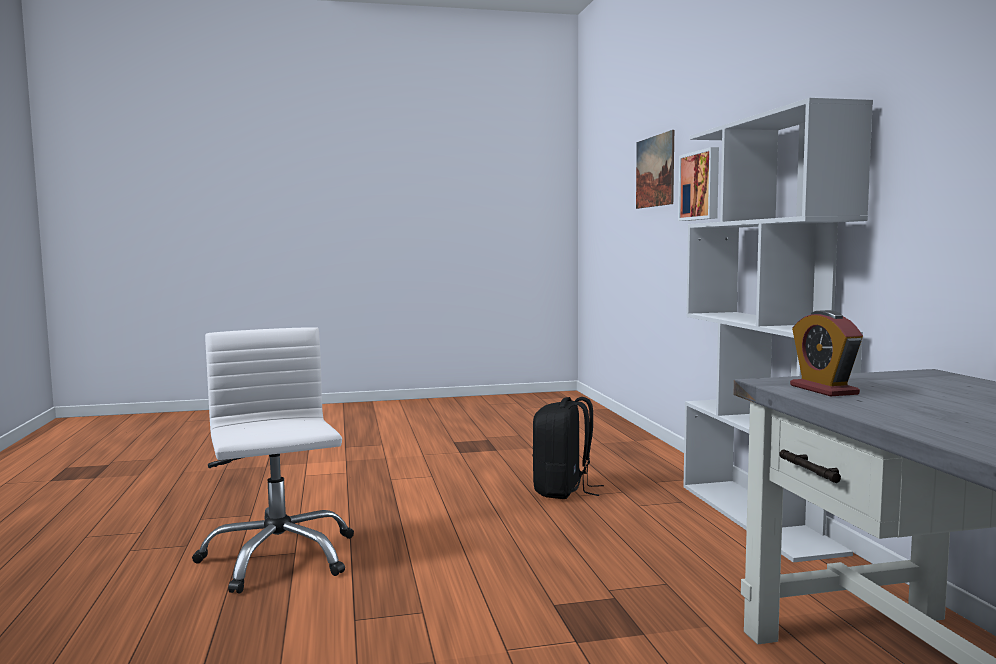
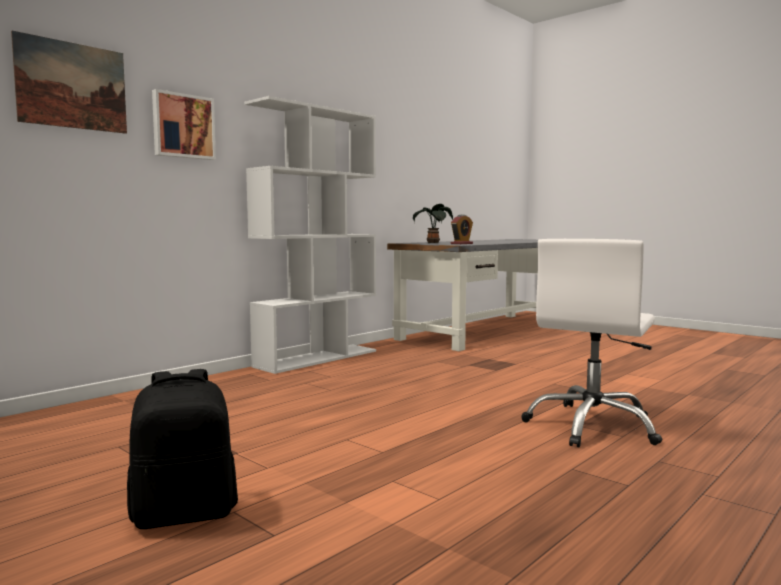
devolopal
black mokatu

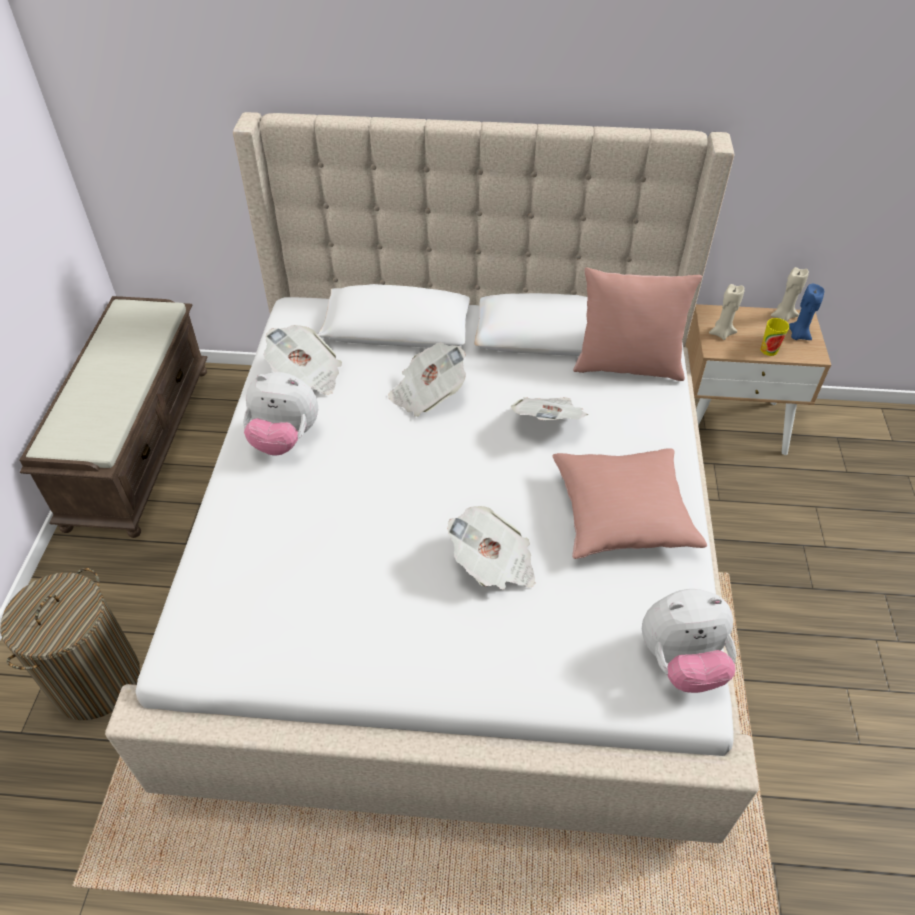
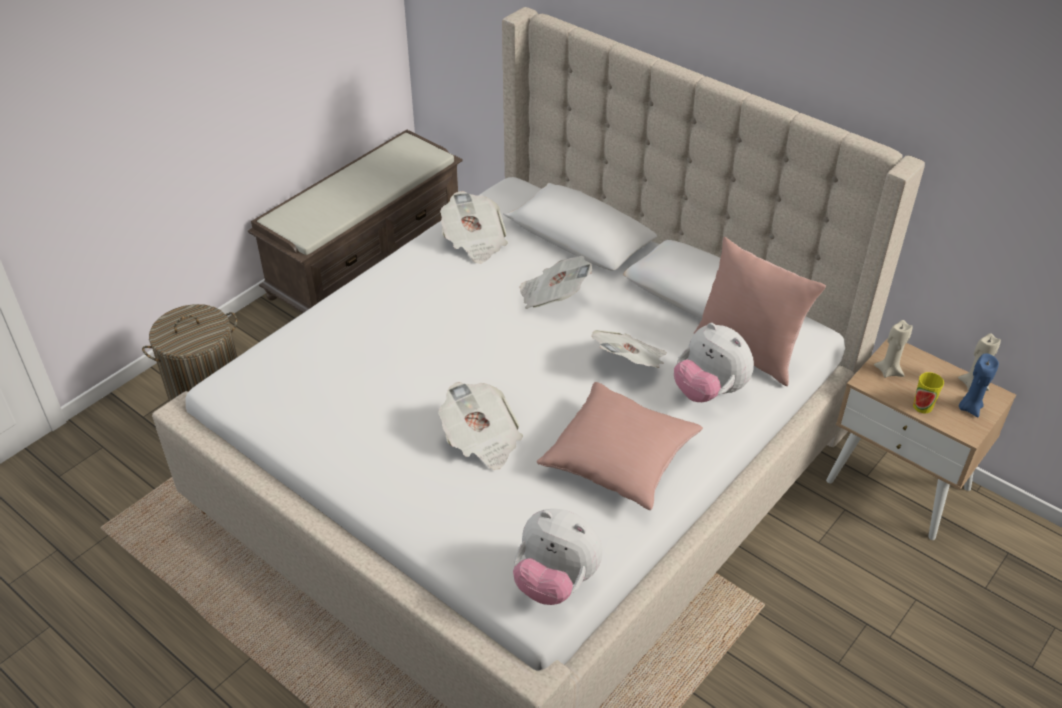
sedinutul (no. 2 from left)

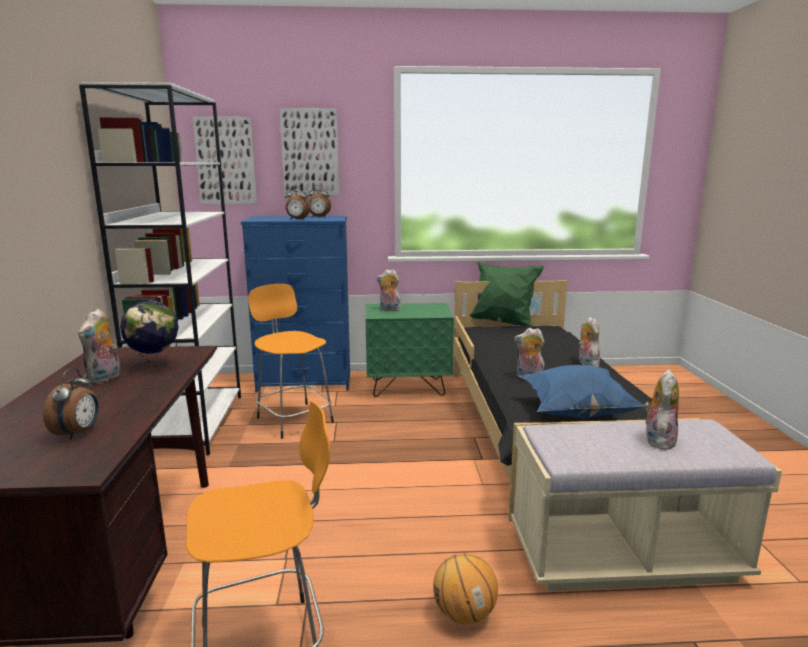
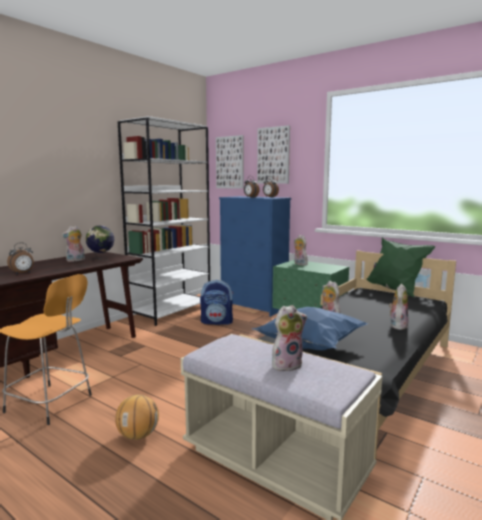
mokatu

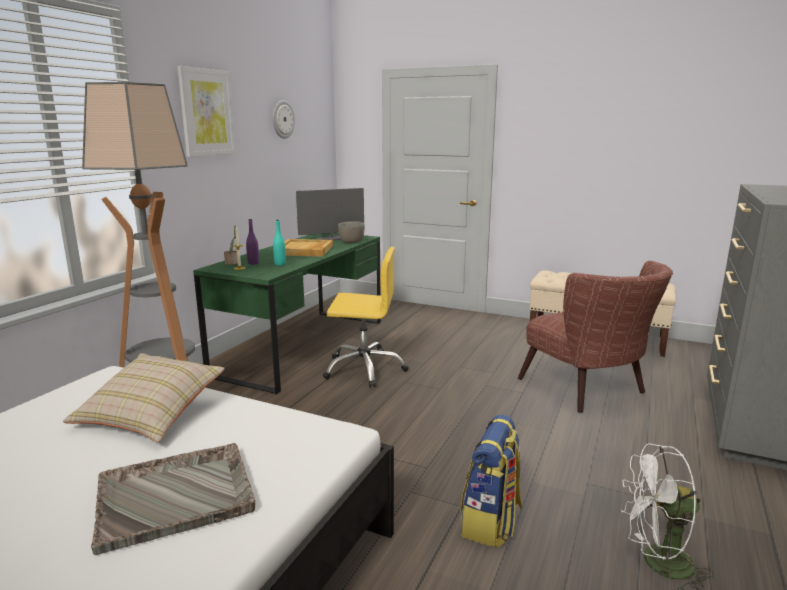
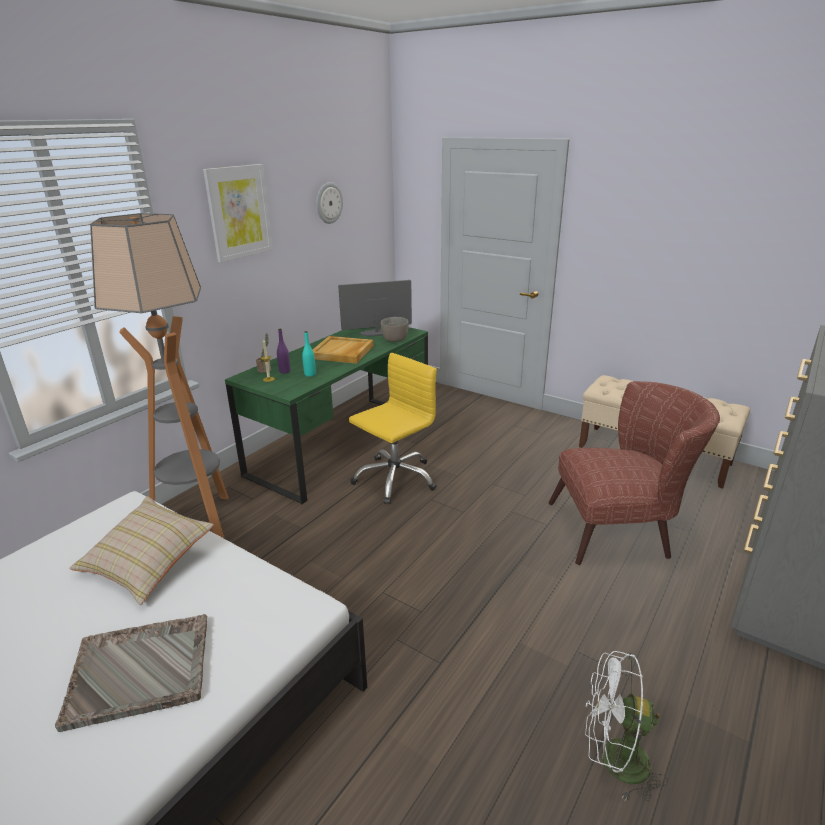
mokatu
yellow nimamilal
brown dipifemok

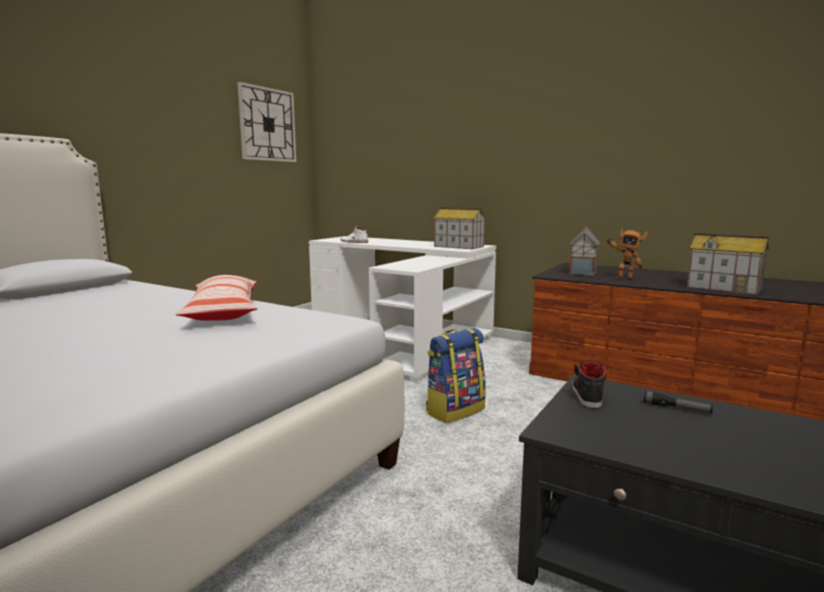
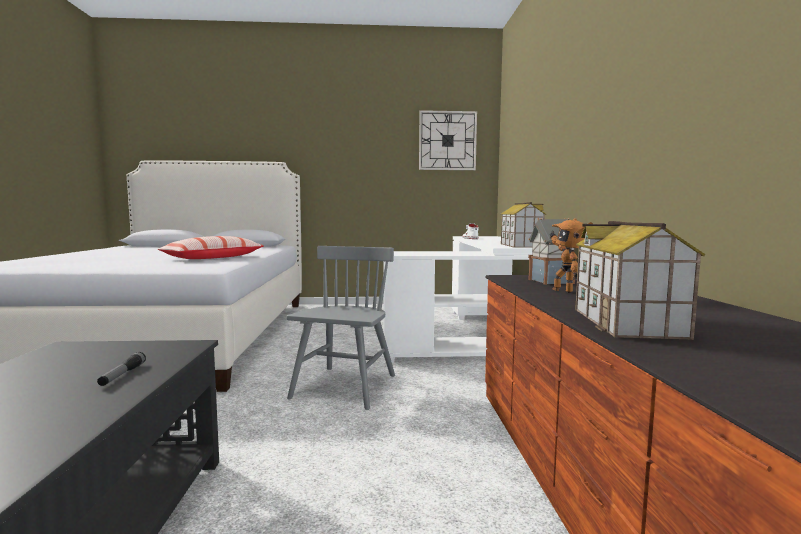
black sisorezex
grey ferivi

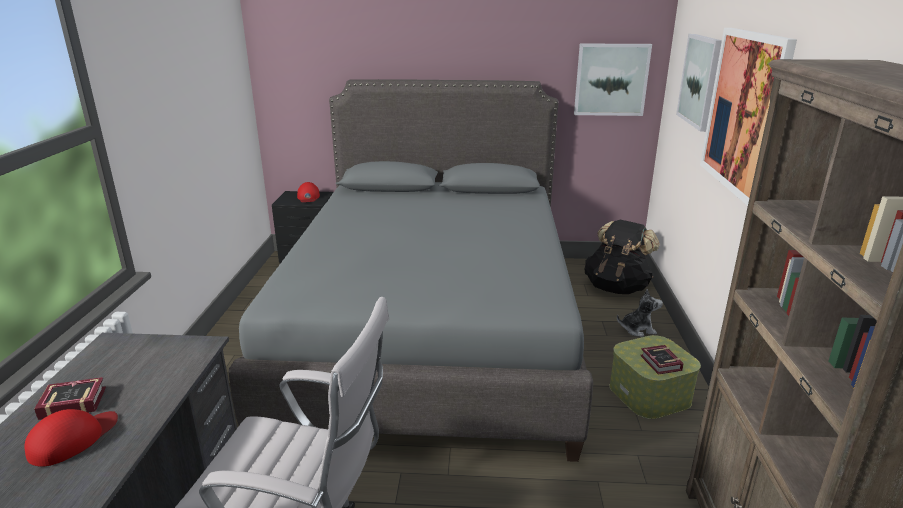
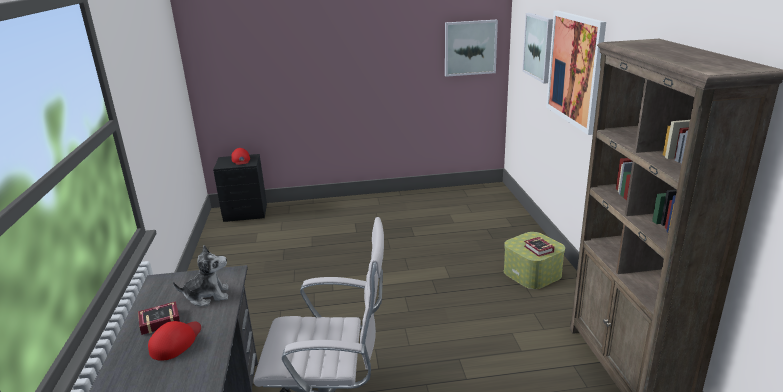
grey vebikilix
black mokatu
sedinutul

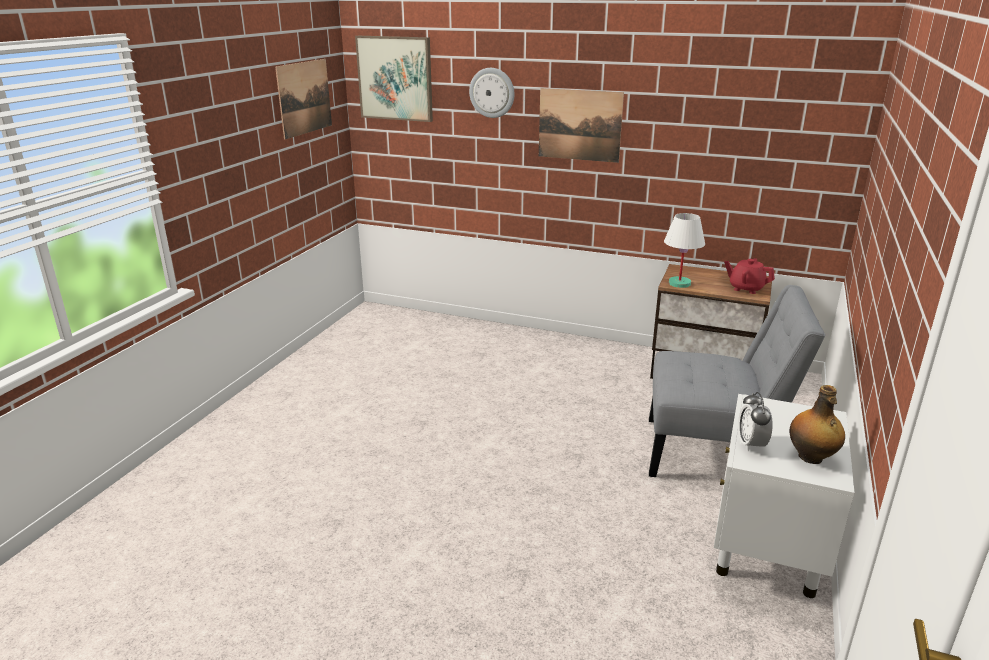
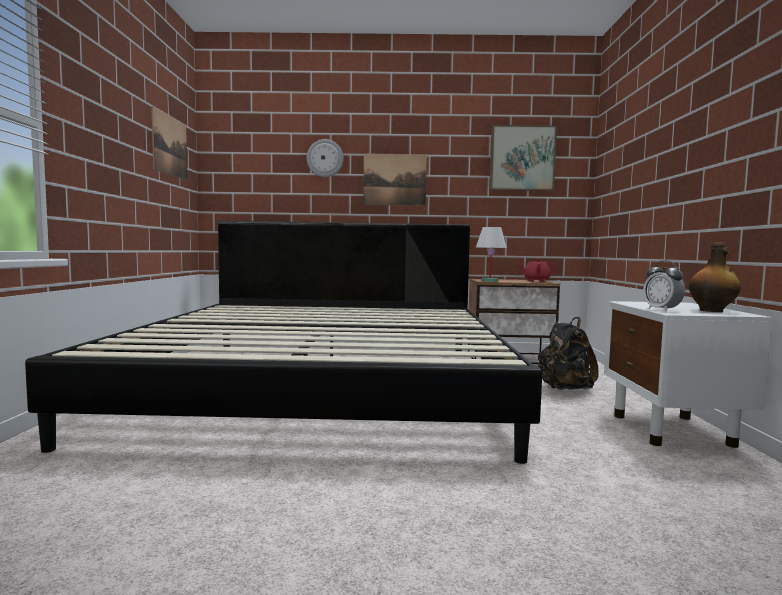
vebikilix
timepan (no. 3 from left)
black mokatu

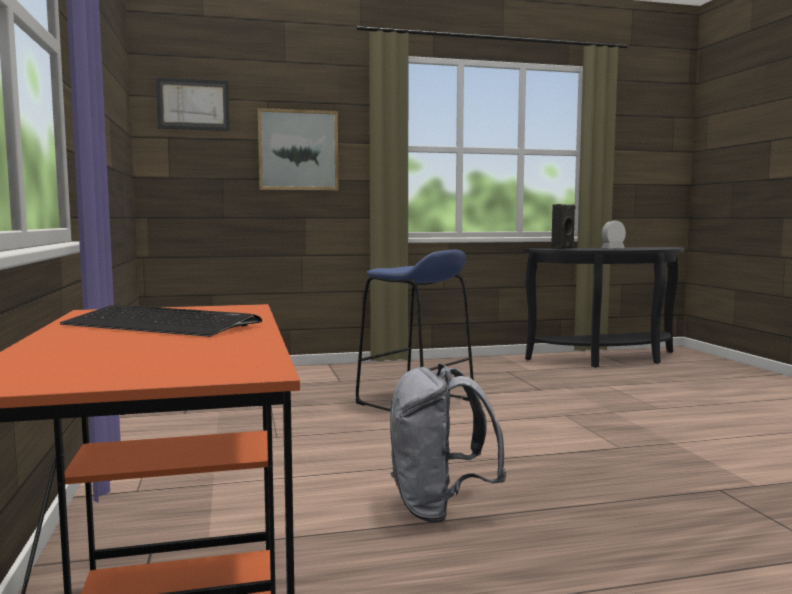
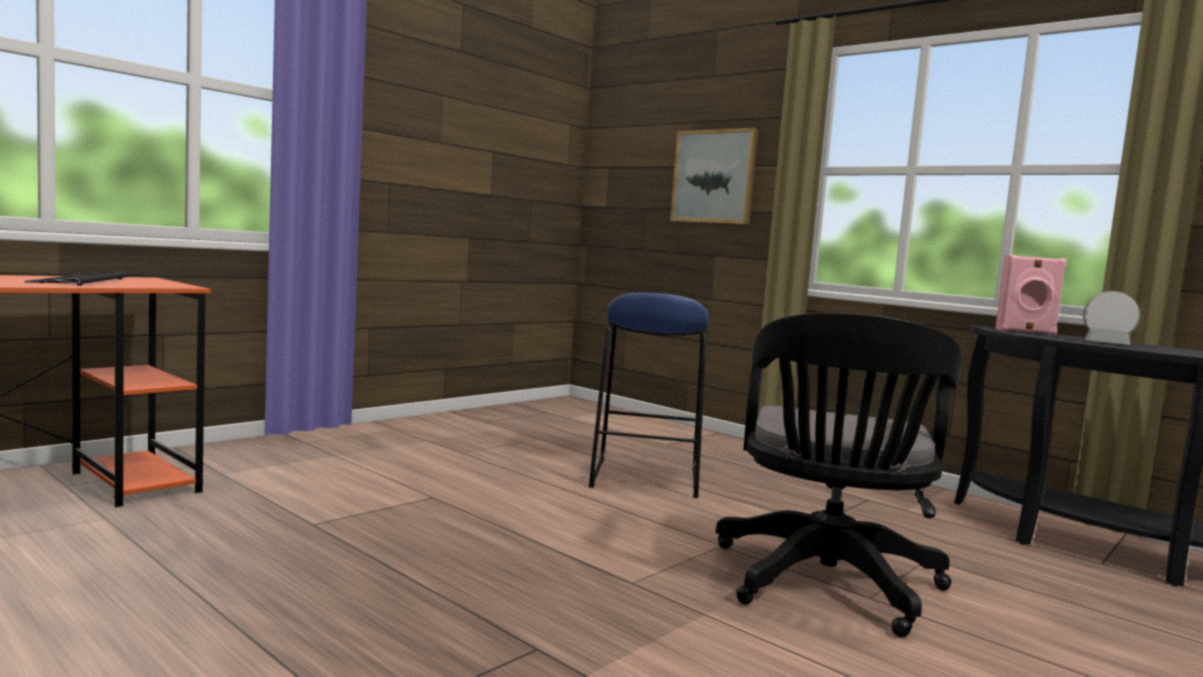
timepan (no. 1 from left in the first image)
grey mokatu
black nimamilal
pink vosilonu

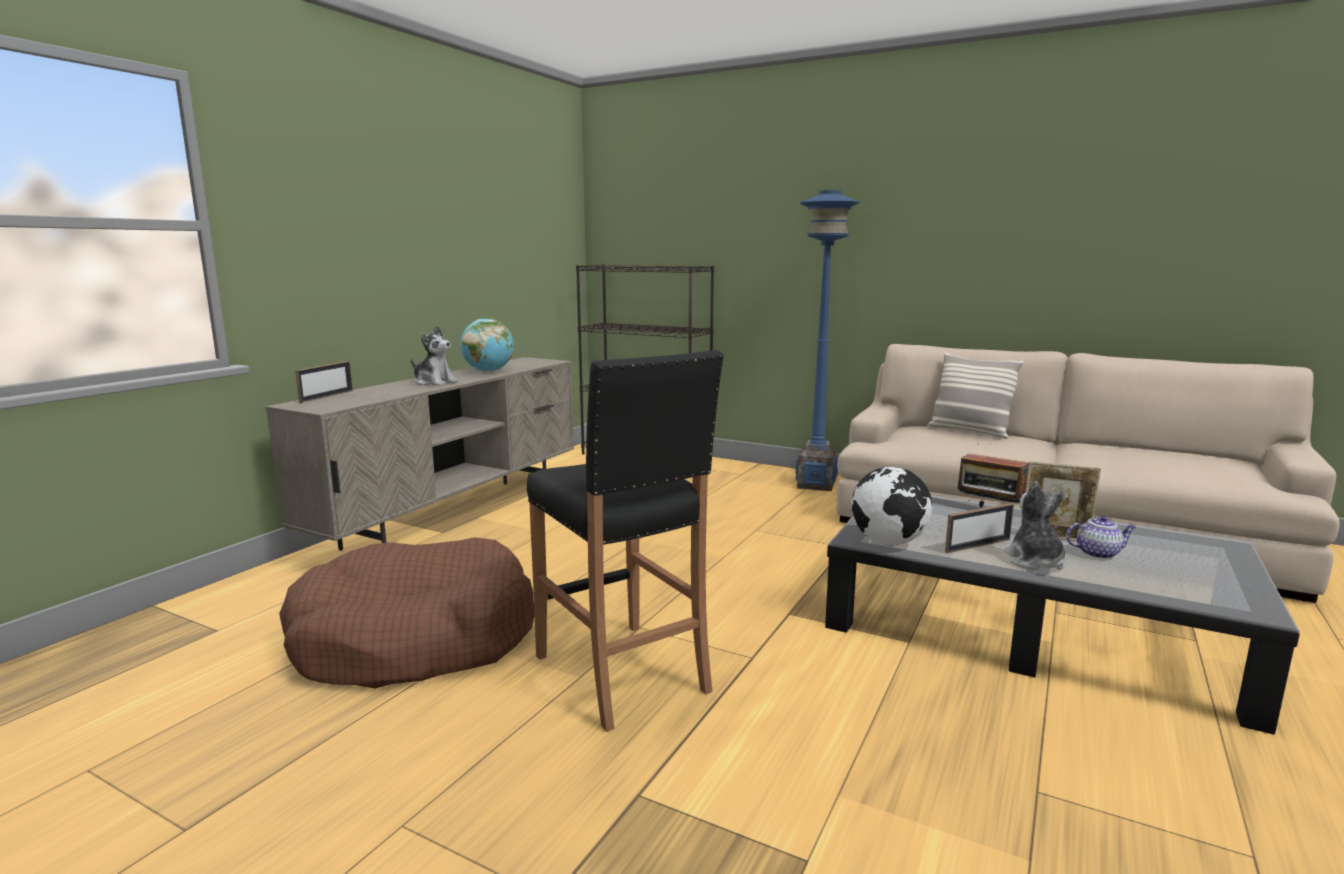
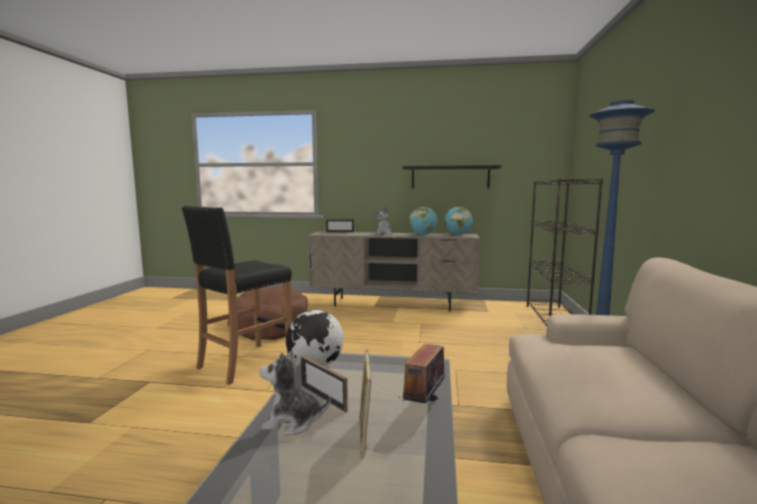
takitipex
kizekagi
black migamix
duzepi (no. 3 from left)
sedinutul (no. 1 from left)

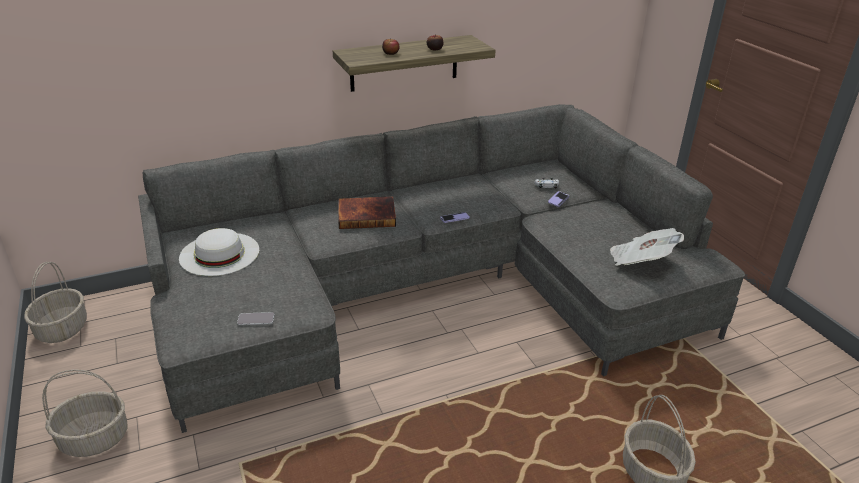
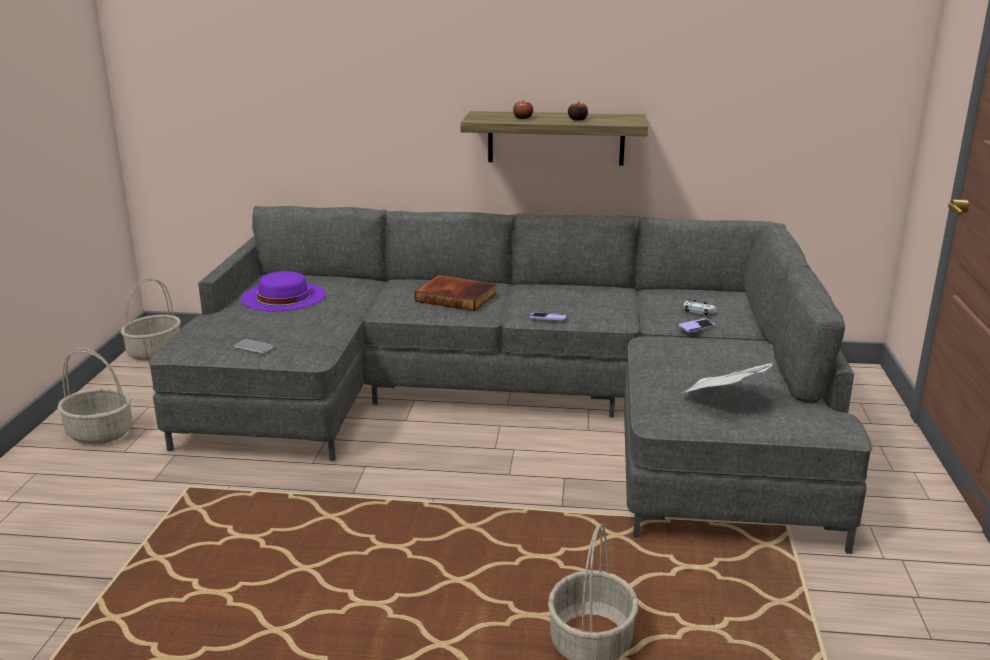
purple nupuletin

